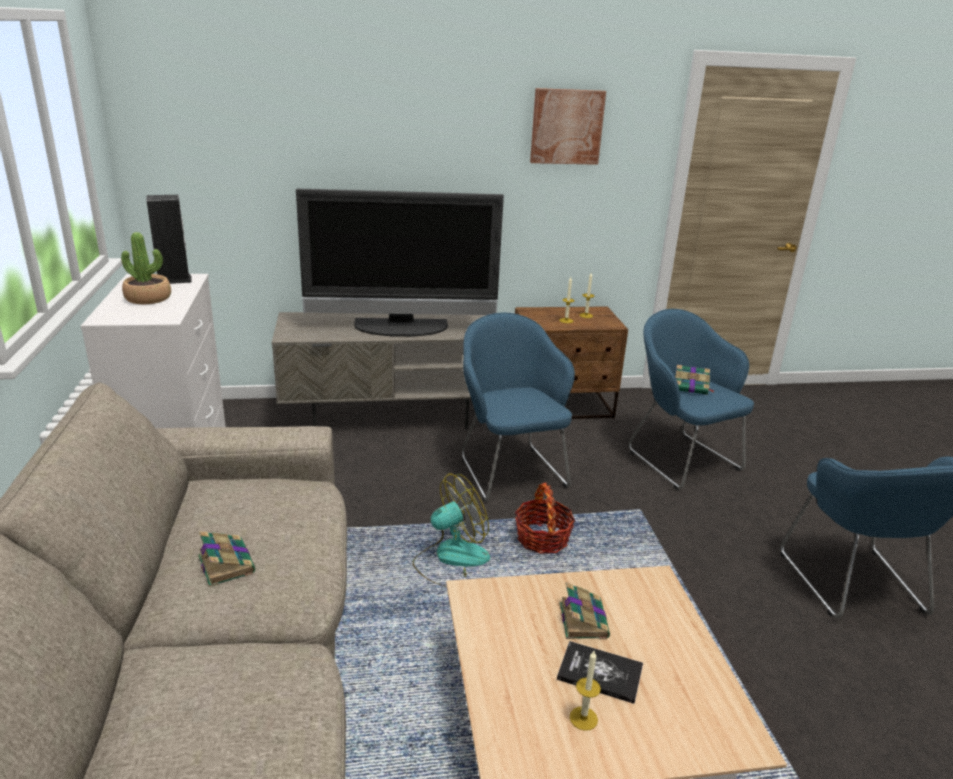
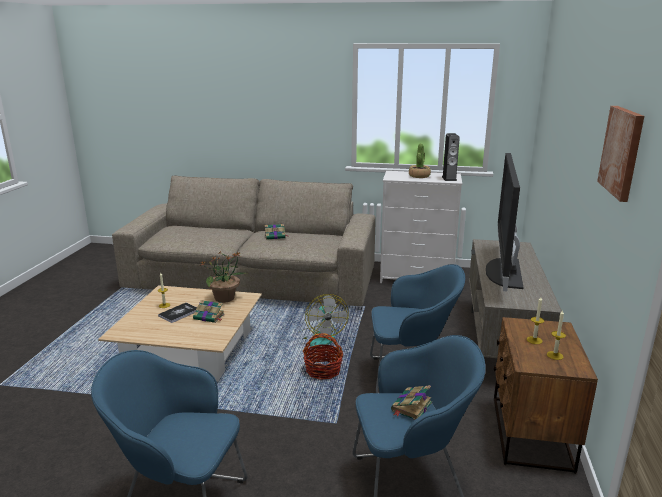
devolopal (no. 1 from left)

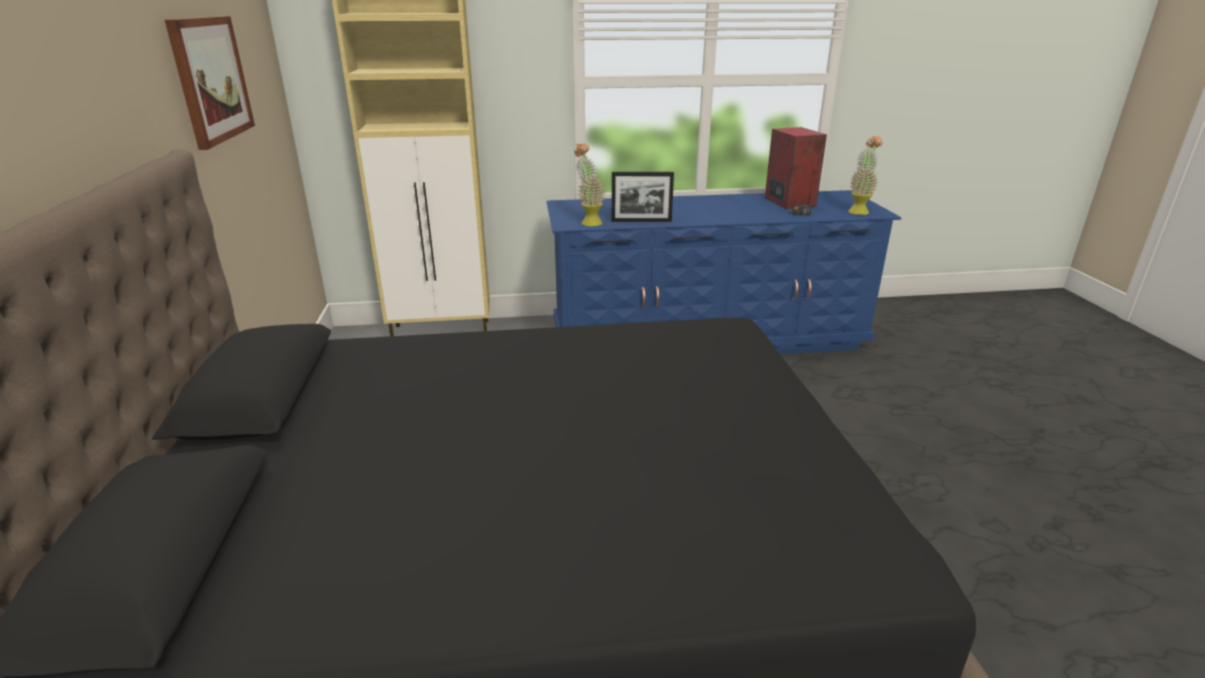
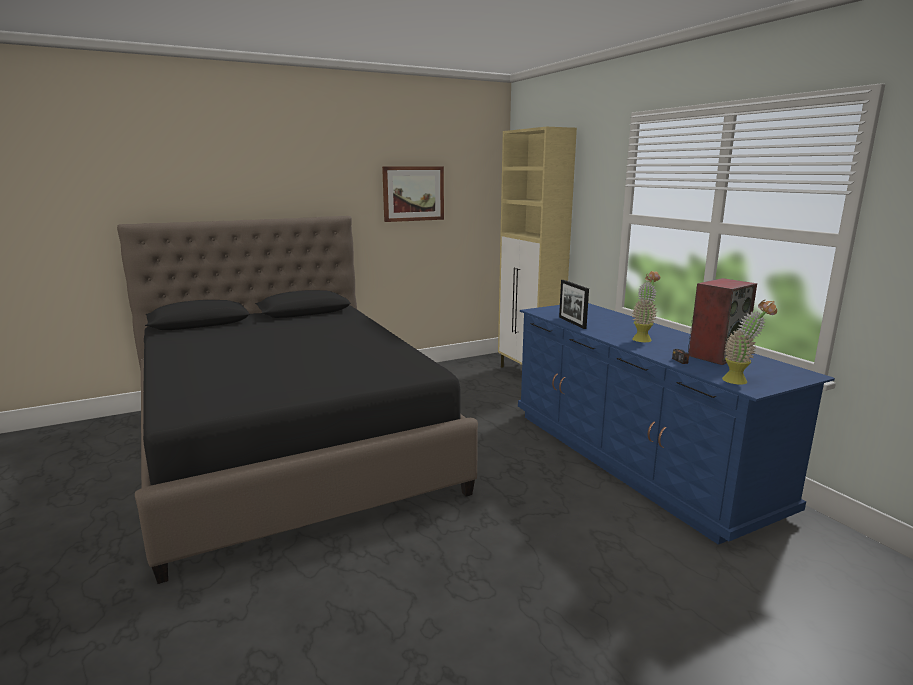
devolopal (no. 1 from left)

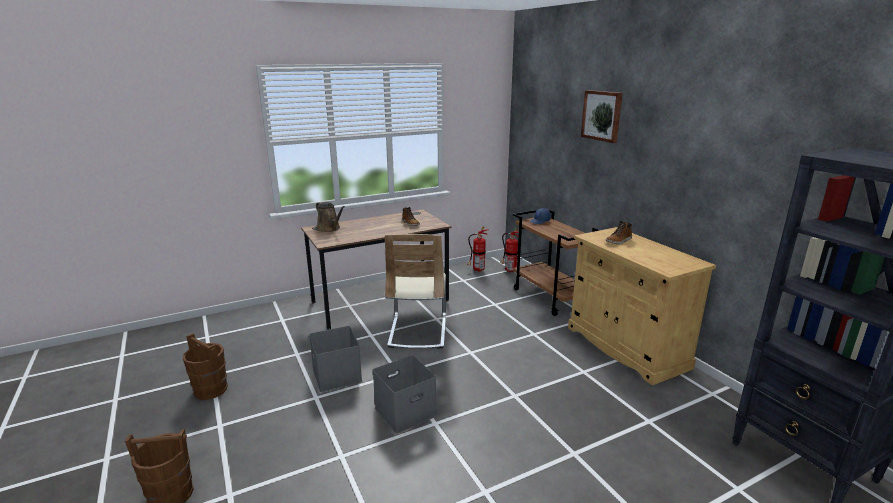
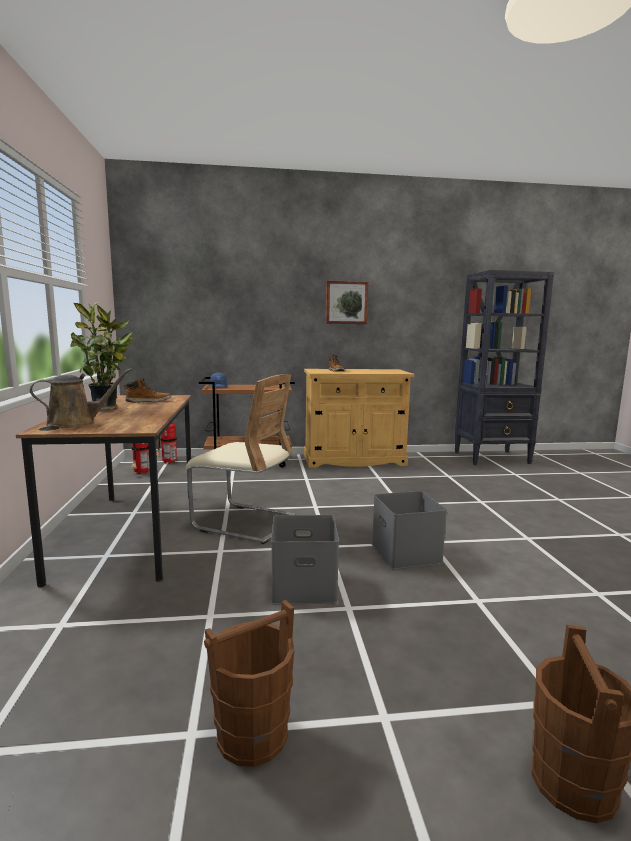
devolopal
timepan

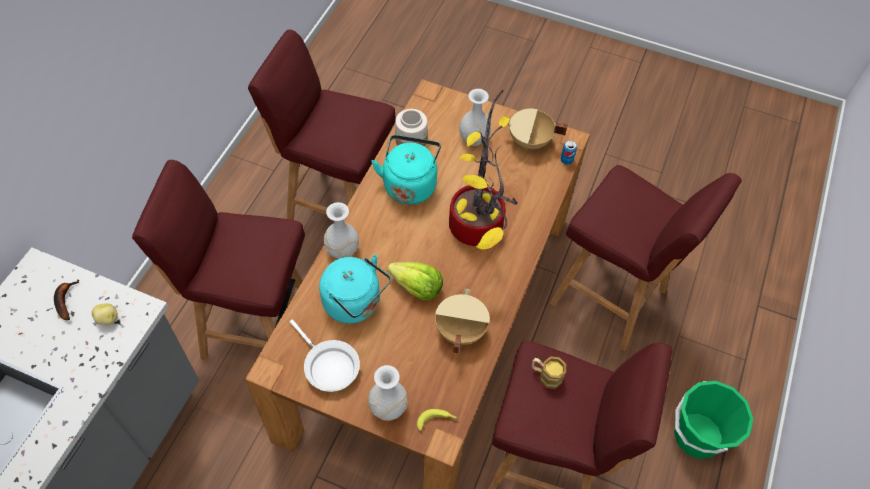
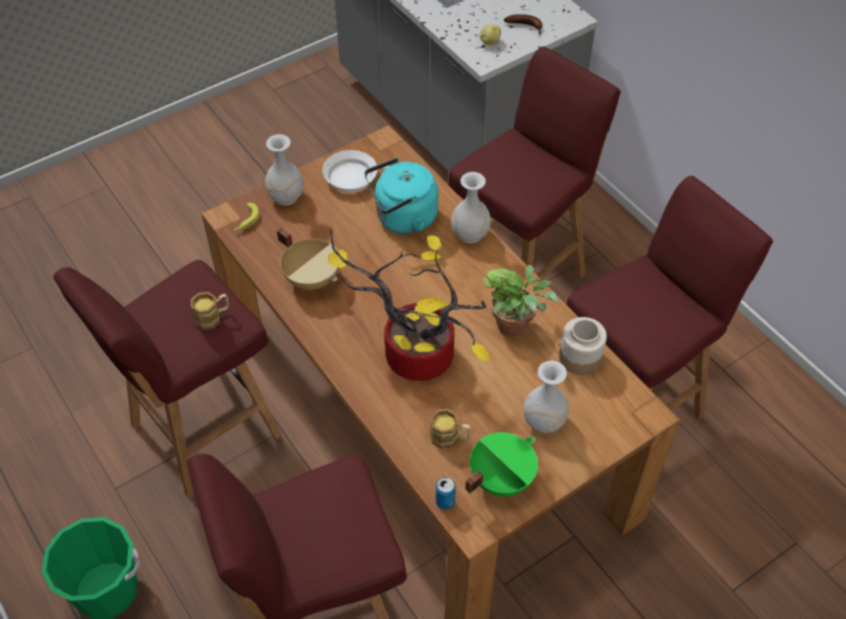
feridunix
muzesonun (no. 2 from left)
devolopal (no. 2 from left)
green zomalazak

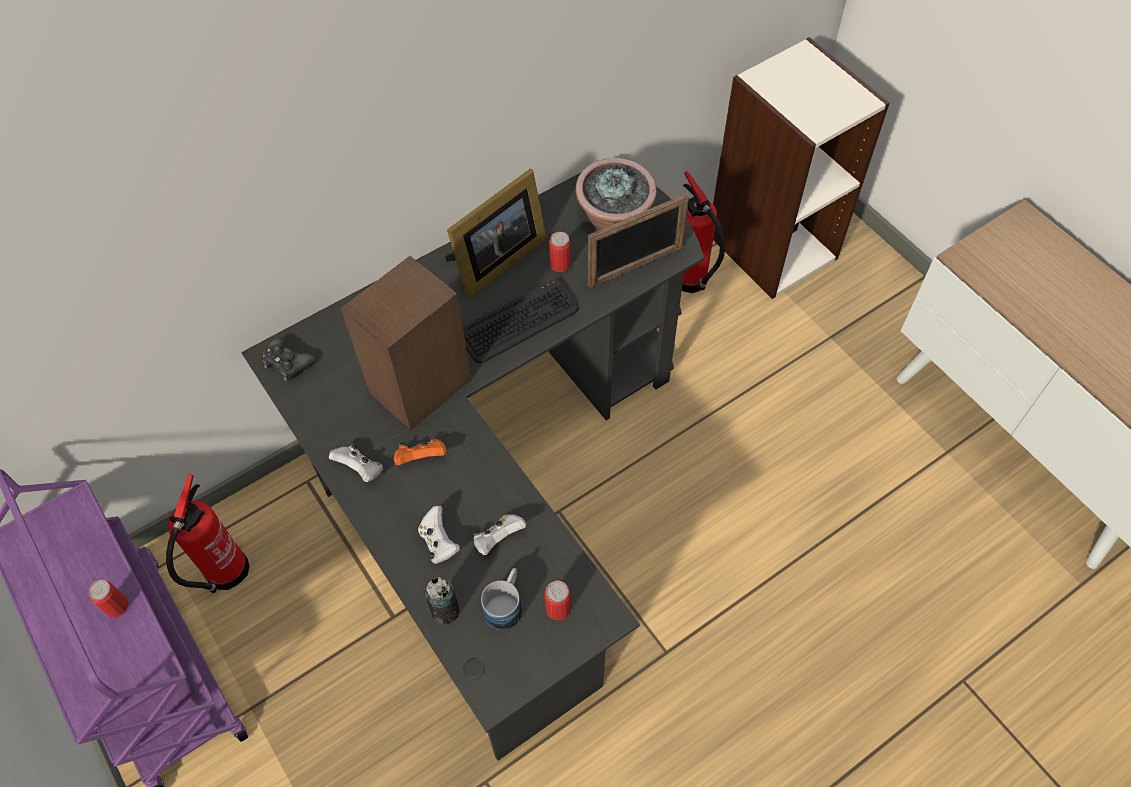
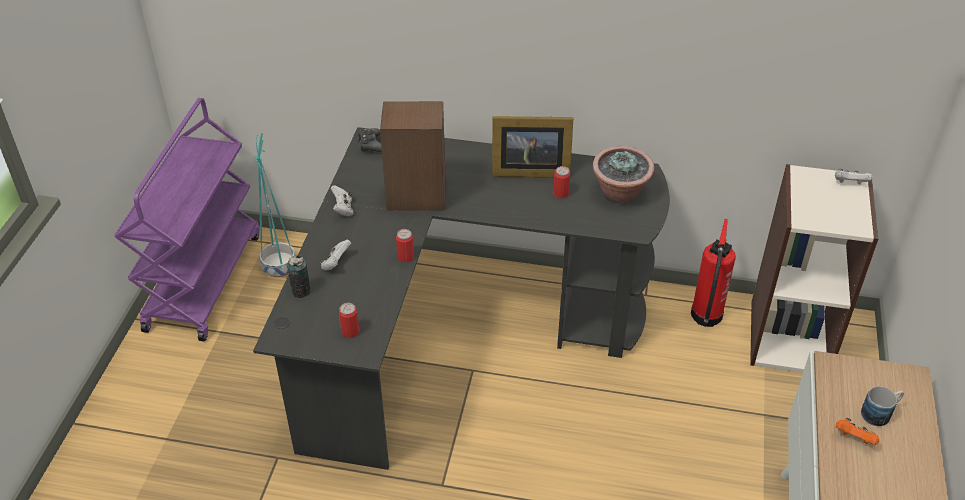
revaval
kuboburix (no. 2 from left in the first image)
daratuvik (no. 3 from left)
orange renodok
white renodok (no. 3 from left)
muzesonun
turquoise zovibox

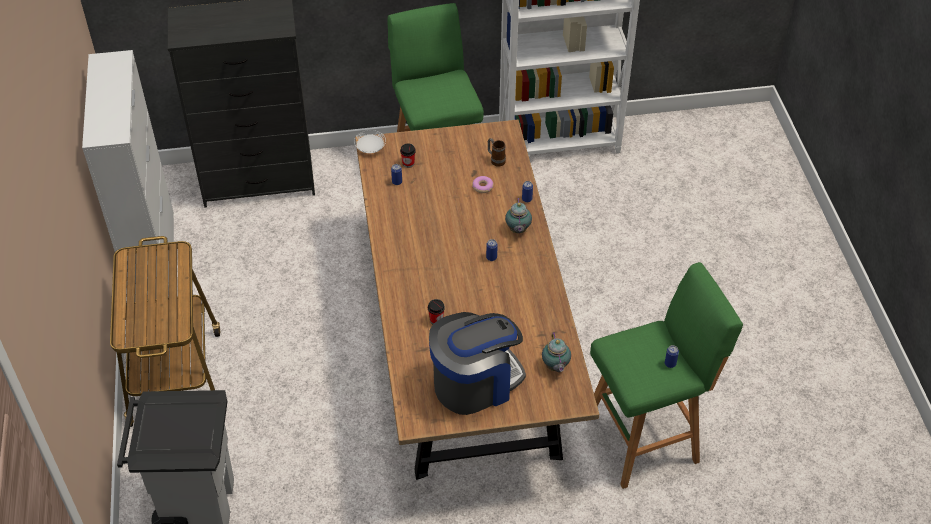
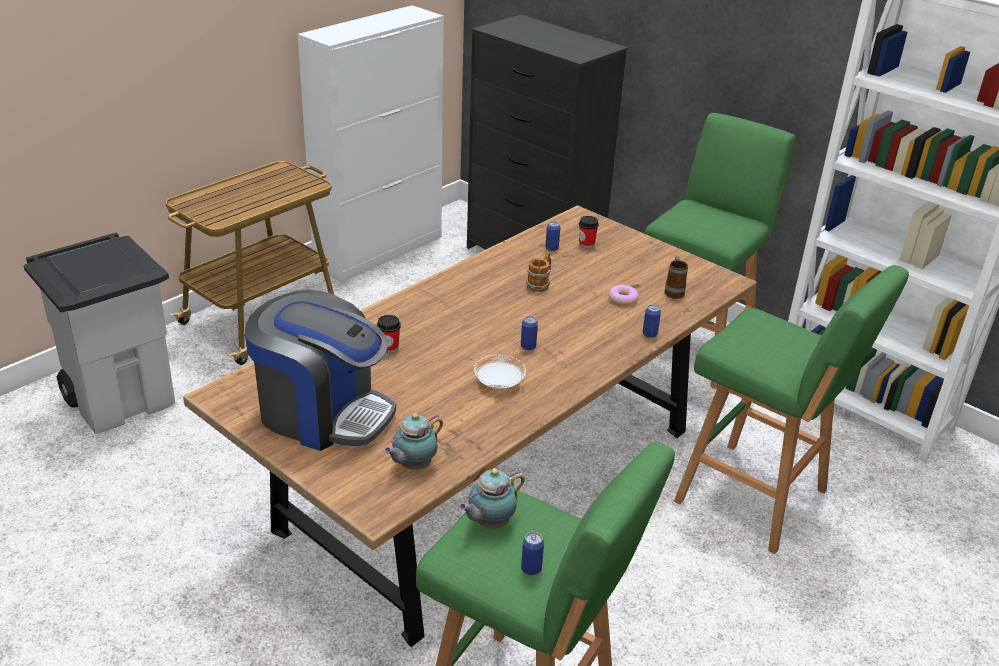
muzesonun (no. 1 from left)
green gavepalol (no. 3 from left)
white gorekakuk
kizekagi (no. 2 from left)

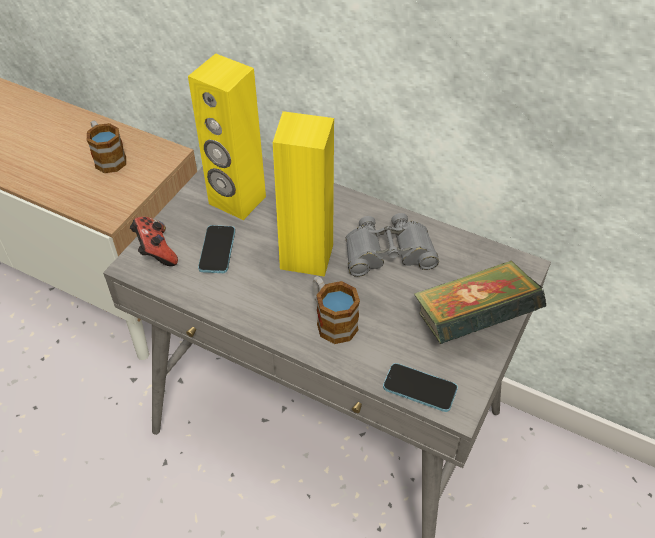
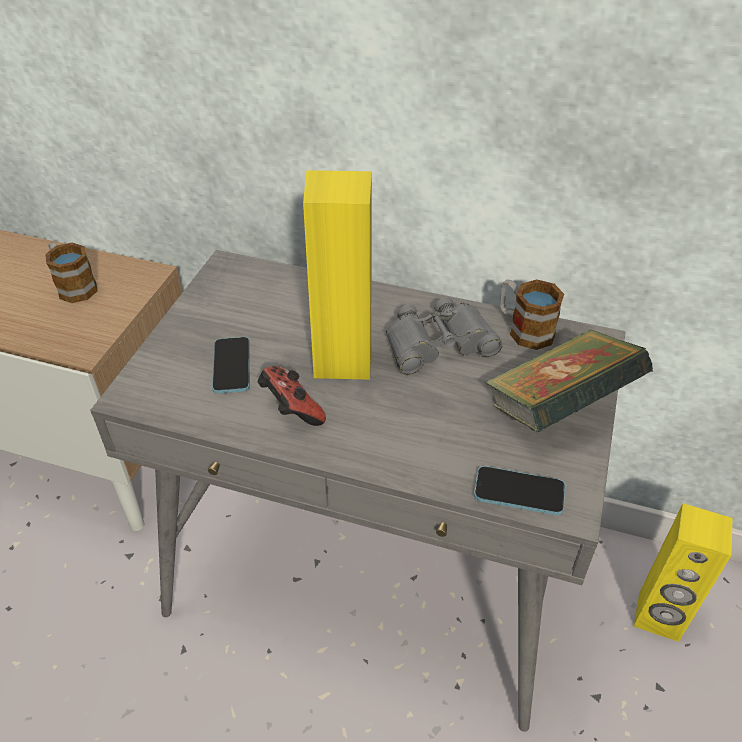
renodok
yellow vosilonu (no. 2 from left)
muzesonun (no. 2 from left)

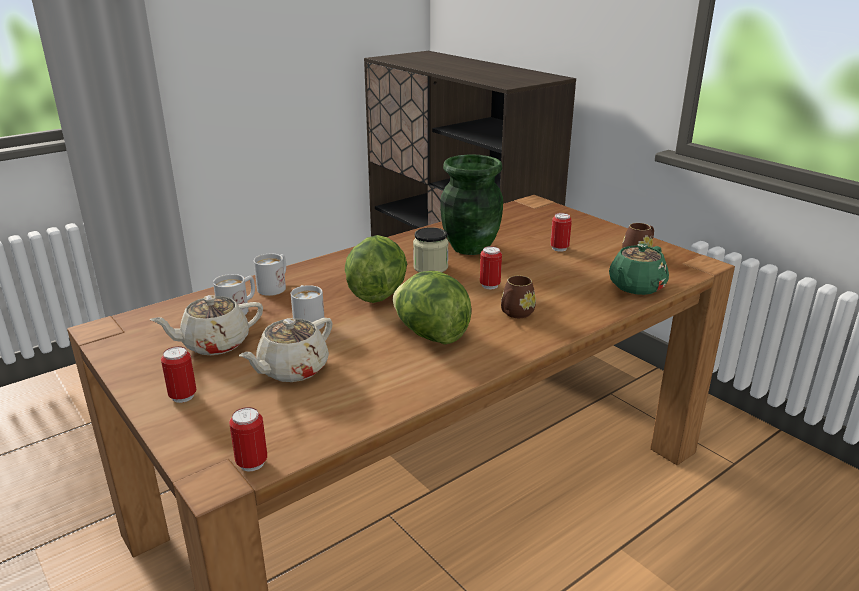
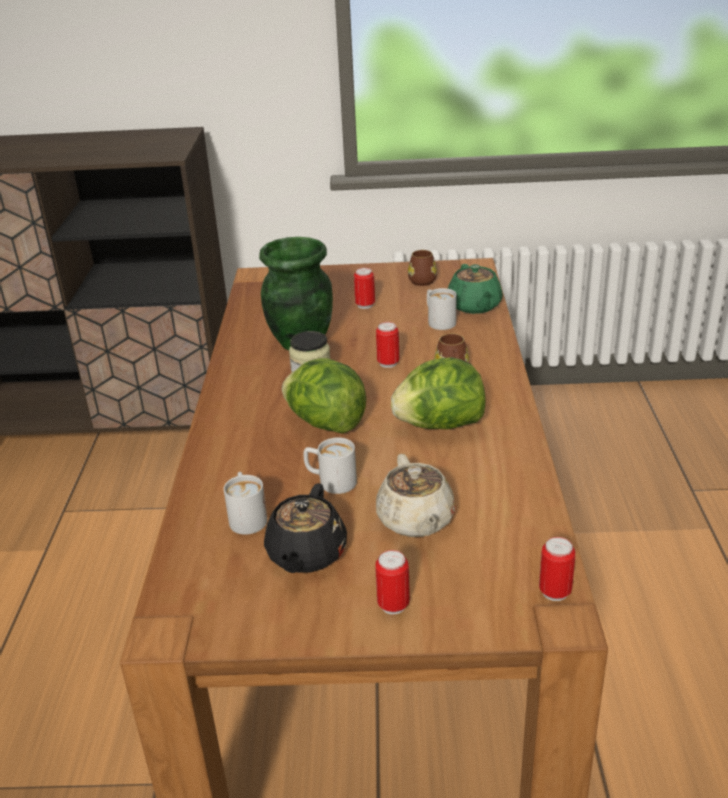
white muzesonun (no. 3 from left)
black kizekagi

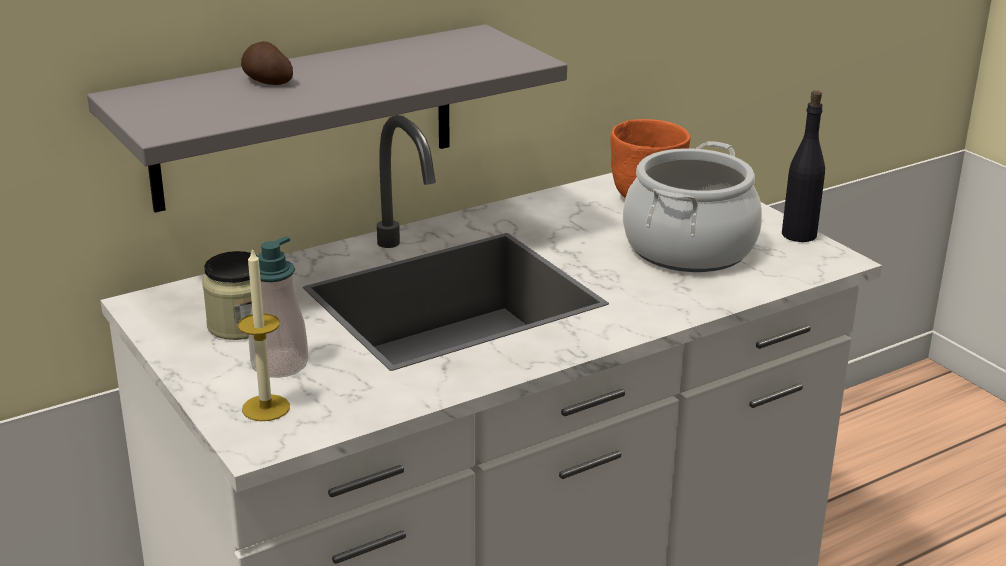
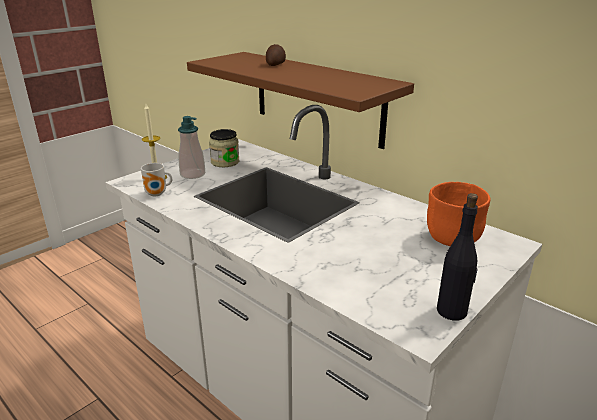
zomalazak
muzesonun
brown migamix

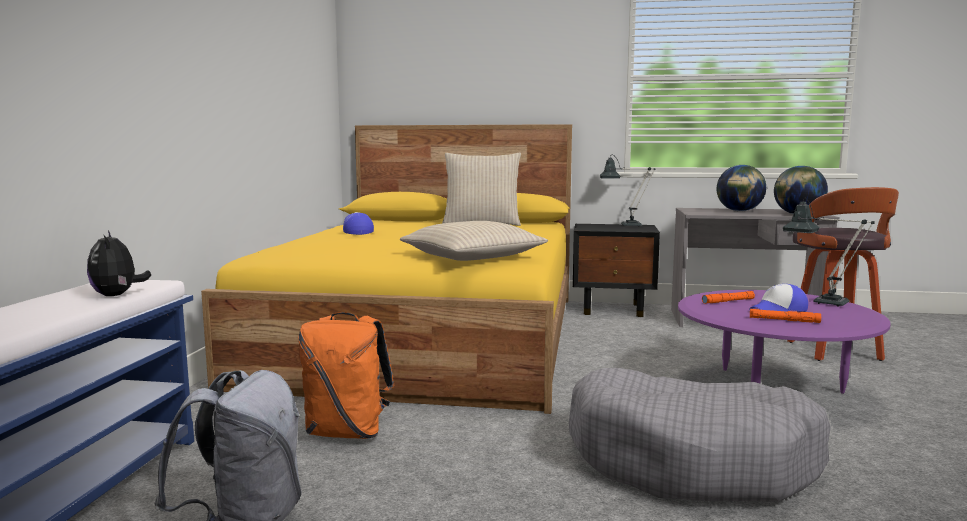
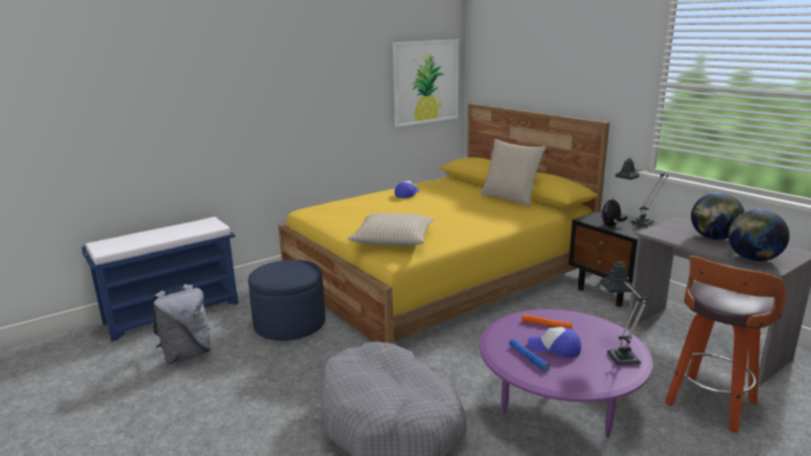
timepan
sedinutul
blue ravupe
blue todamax

